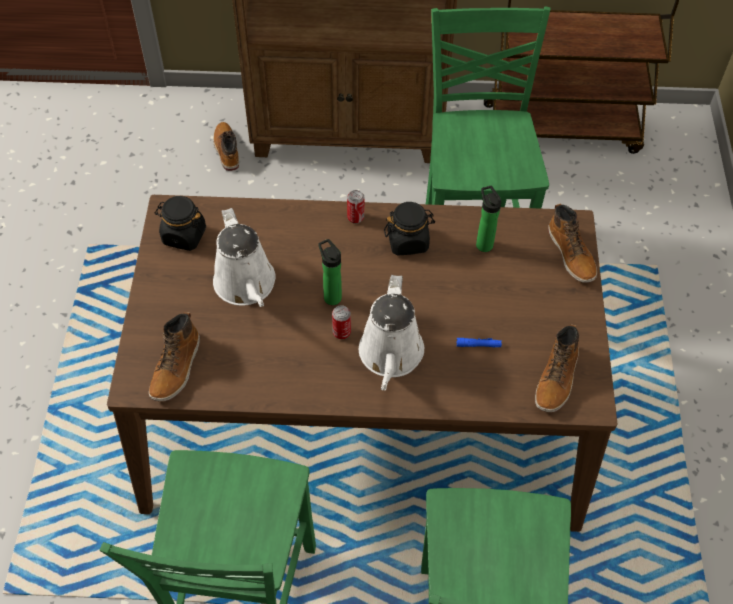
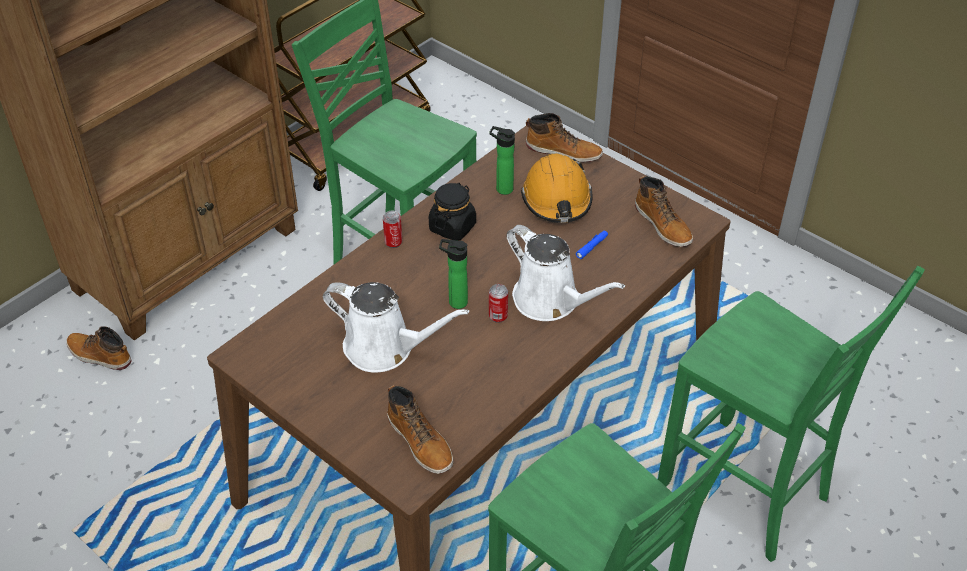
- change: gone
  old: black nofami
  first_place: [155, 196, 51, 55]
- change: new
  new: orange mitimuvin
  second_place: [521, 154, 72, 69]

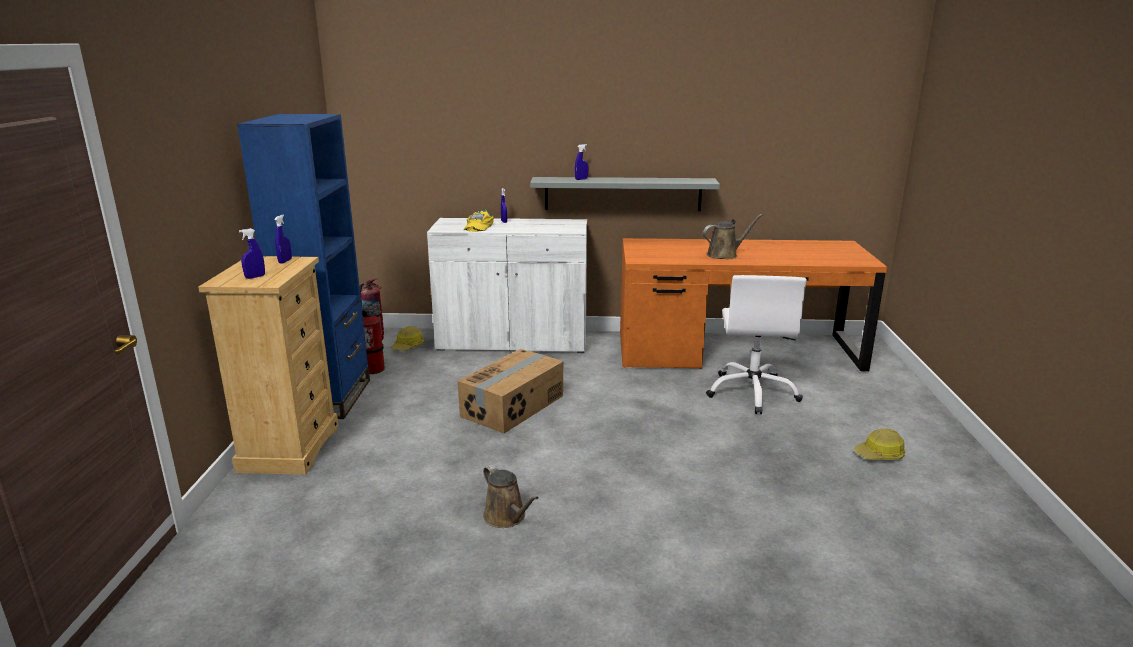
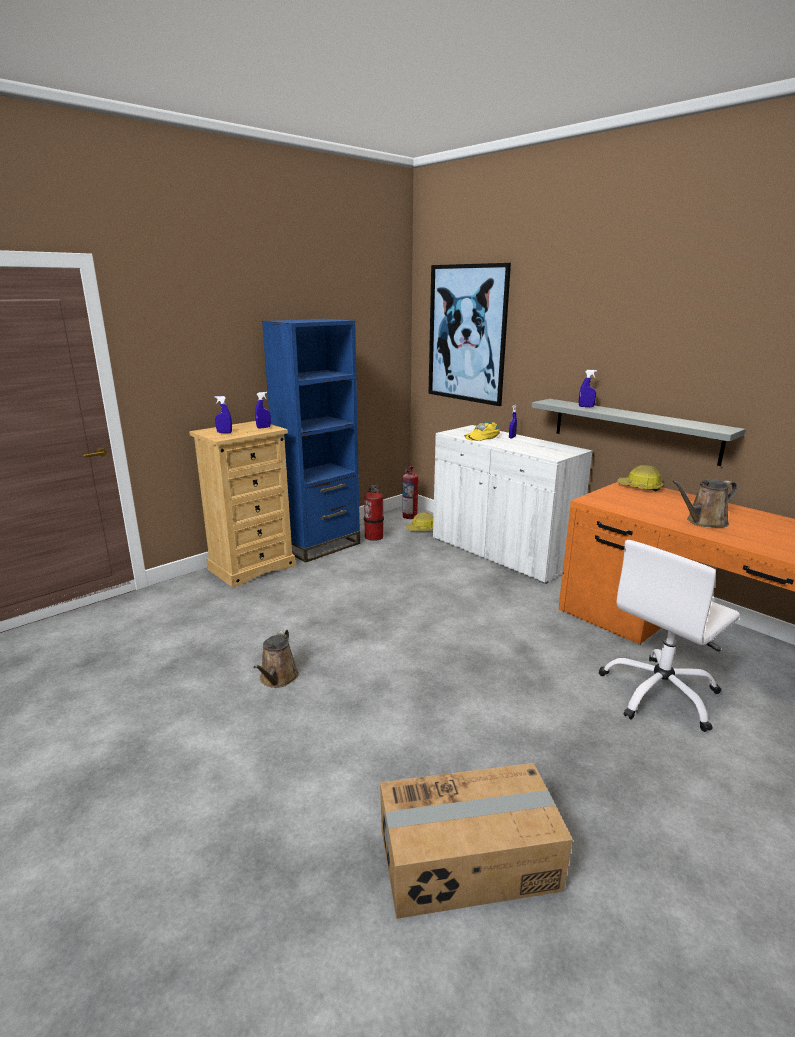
- change: new
  new: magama
  second_place: [428, 263, 83, 143]
- change: shifted
  old: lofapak
  first_place: [457, 349, 106, 85]
  second_place: [380, 763, 193, 156]
- change: shifted
  old: mitimuvin
  first_place: [854, 428, 52, 32]
  second_place: [617, 465, 46, 27]
- change: rotated
  old: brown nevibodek
  first_place: [703, 214, 60, 45]
  second_place: [672, 479, 65, 49]
  degrees: 135

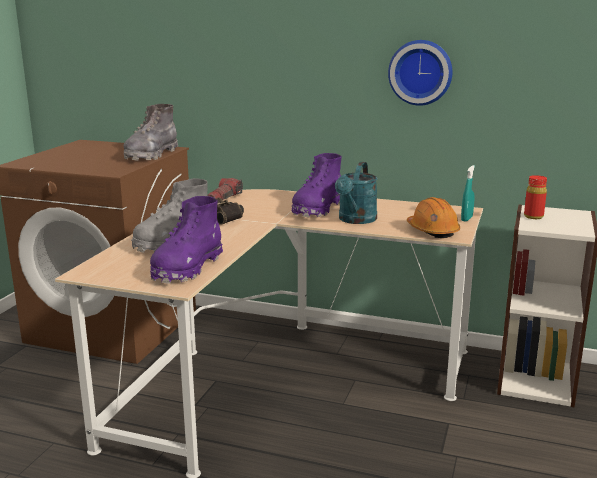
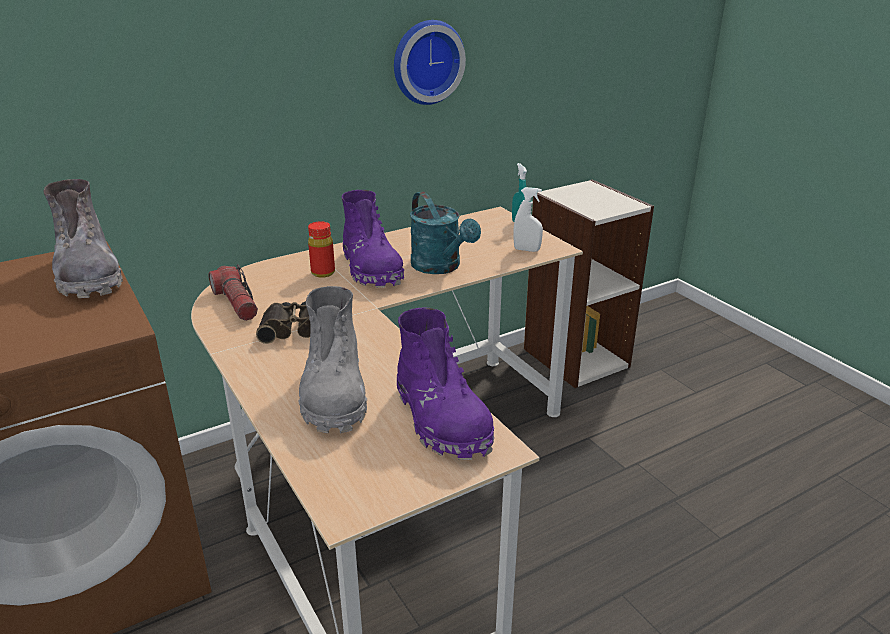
- change: shifted
  old: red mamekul
  first_place: [524, 175, 23, 44]
  second_place: [308, 221, 27, 57]
- change: swapped
  old: orange mitimuvin
  new: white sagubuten
  first_place: [407, 197, 53, 41]
  second_place: [513, 187, 30, 65]

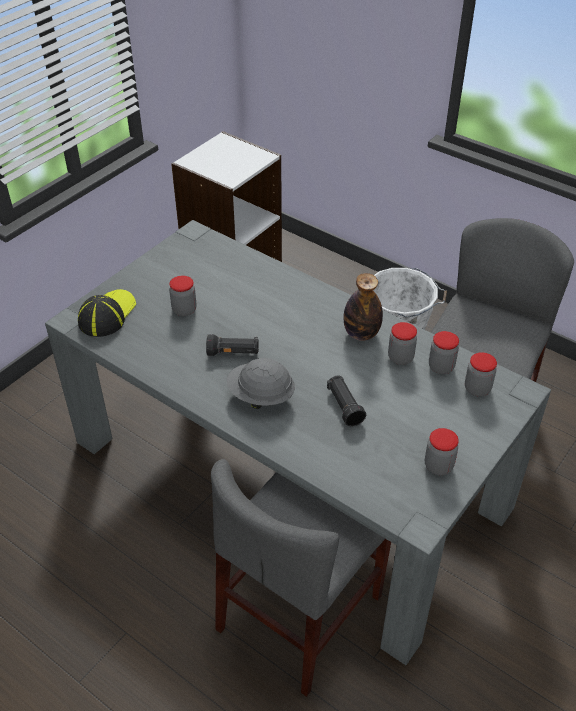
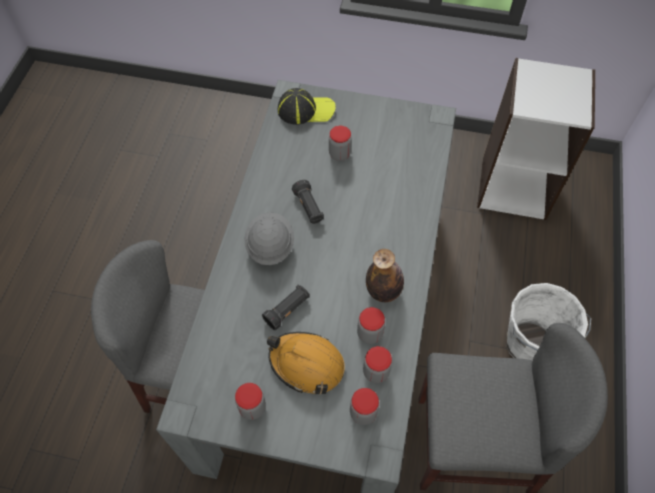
- change: new
  new: orange mitimuvin
  second_place: [267, 332, 78, 62]

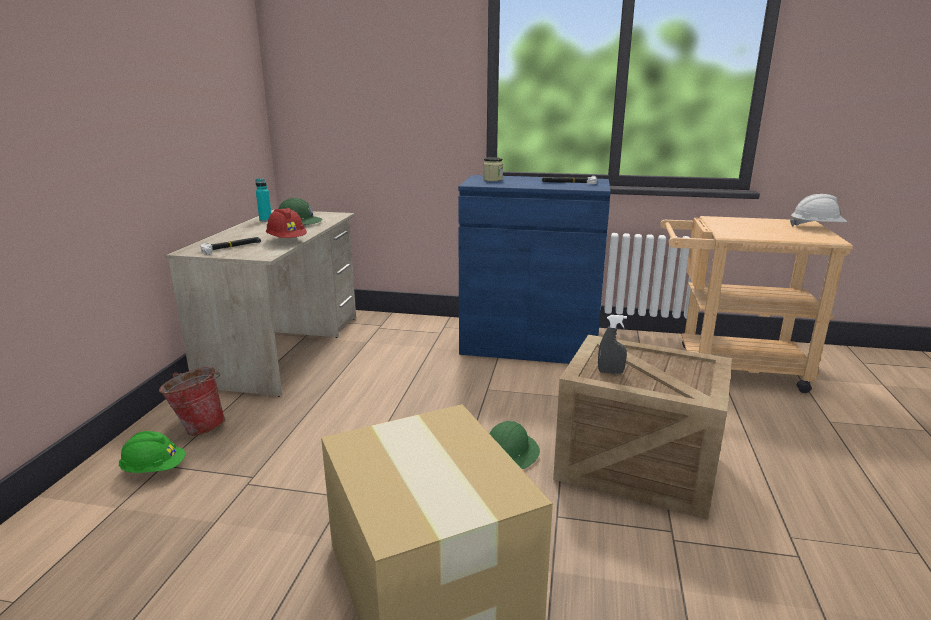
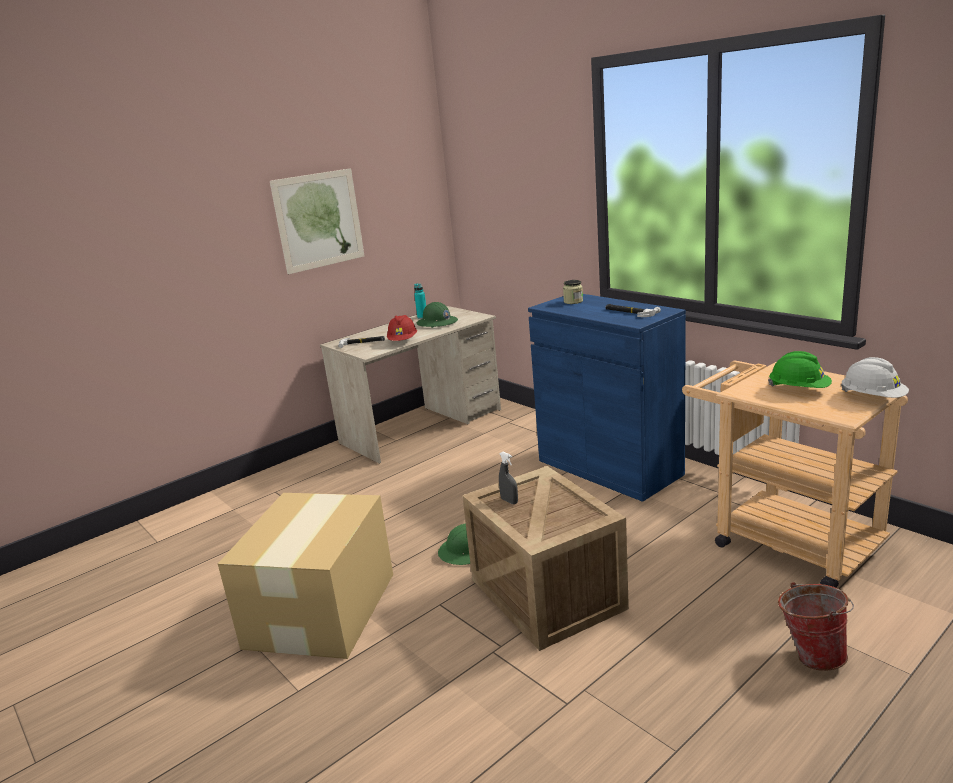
- change: new
  new: magama
  second_place: [270, 168, 95, 106]
- change: shifted
  old: green mitimuvin
  first_place: [119, 431, 66, 42]
  second_place: [768, 351, 64, 37]
- change: shifted
  old: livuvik
  first_place: [159, 367, 66, 69]
  second_place: [778, 582, 76, 89]

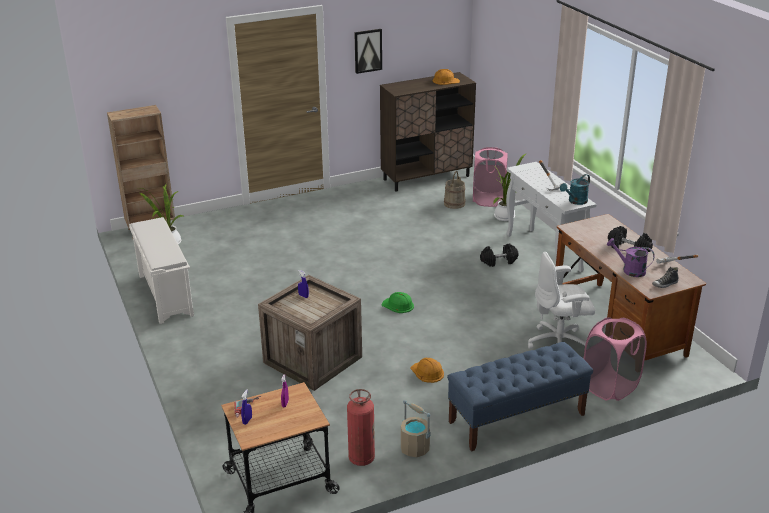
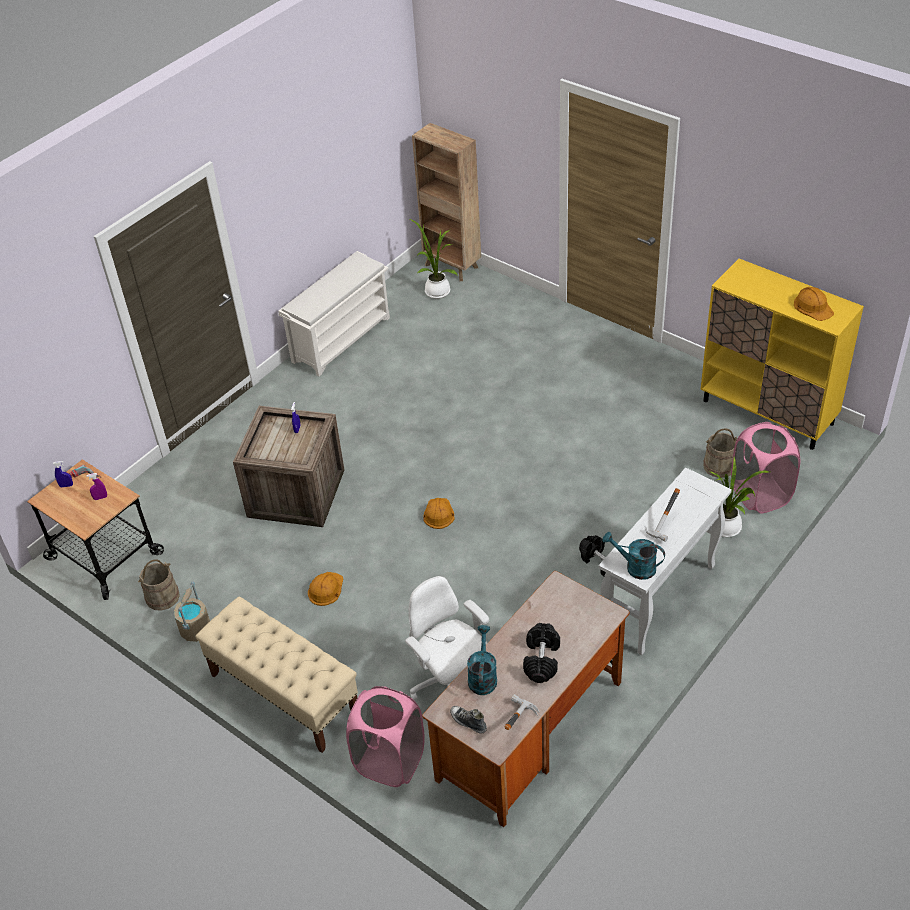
- change: gone
  old: magama
  first_place: [354, 29, 28, 45]
- change: swapped
  old: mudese
  new: beige livuvik
  first_place: [347, 389, 28, 77]
  second_place: [138, 559, 42, 52]
- change: repainted
  old: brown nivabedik
  new: yellow nivabedik
  first_place: [380, 72, 96, 120]
  second_place: [701, 259, 163, 191]
- change: repainted
  old: green mitimuvin
  new: orange mitimuvin
  first_place: [381, 292, 33, 21]
  second_place: [423, 498, 31, 31]
- change: repainted
  old: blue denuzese
  new: beige denuzese
  first_place: [447, 342, 146, 110]
  second_place: [196, 596, 162, 157]
- change: repainted
  old: purple nevibodek
  new: turquoise nevibodek
  first_place: [607, 238, 48, 39]
  second_place: [467, 625, 30, 70]

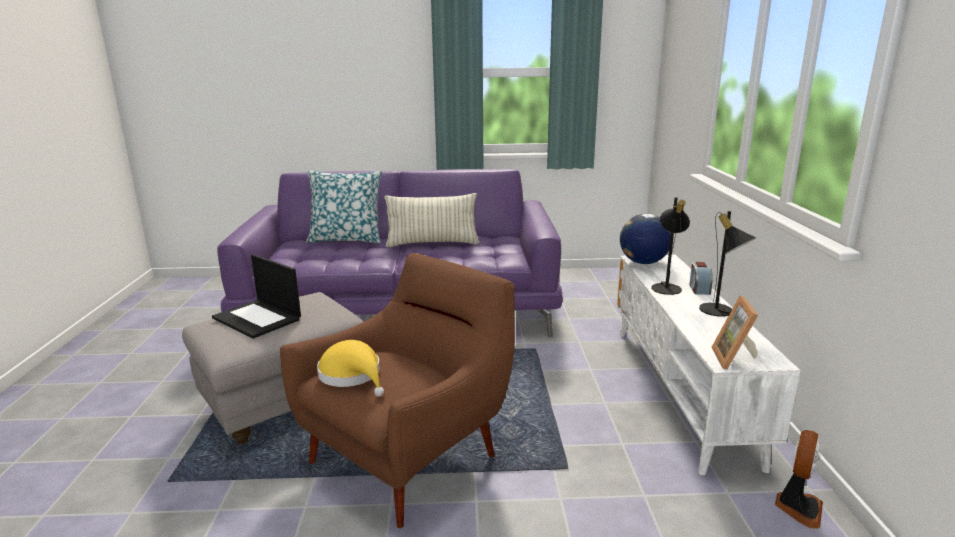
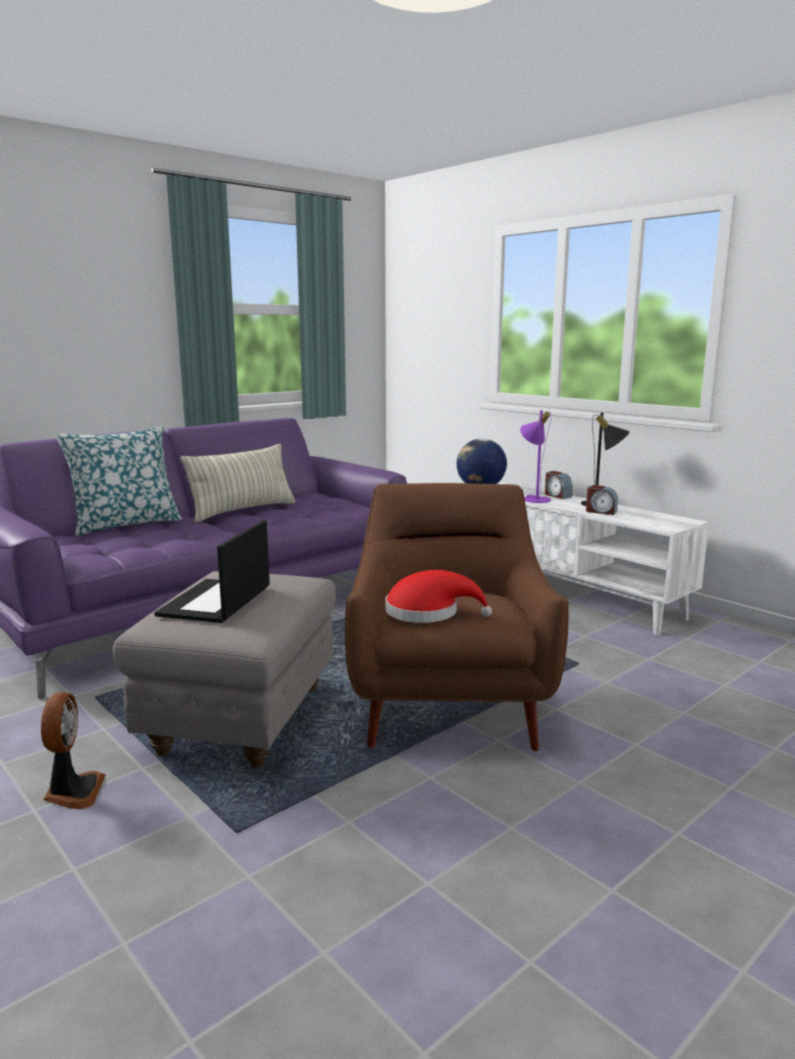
- change: gone
  old: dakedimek
  first_place: [712, 296, 46, 74]
- change: new
  new: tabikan
  second_place: [586, 485, 32, 30]
- change: shifted
  old: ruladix
  first_place: [775, 430, 48, 99]
  second_place: [41, 692, 65, 117]
- change: repainted
  old: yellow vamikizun
  new: red vamikizun
  first_place: [317, 340, 67, 57]
  second_place: [385, 570, 107, 53]
- change: repainted
  old: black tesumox
  new: purple tesumox
  first_place: [651, 197, 39, 98]
  second_place: [520, 410, 31, 93]
- change: rotated
  old: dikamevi
  first_place: [212, 254, 89, 85]
  second_place: [154, 520, 116, 103]
  degrees: 105

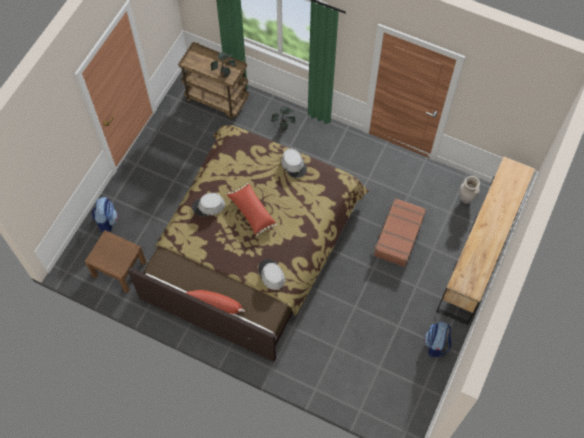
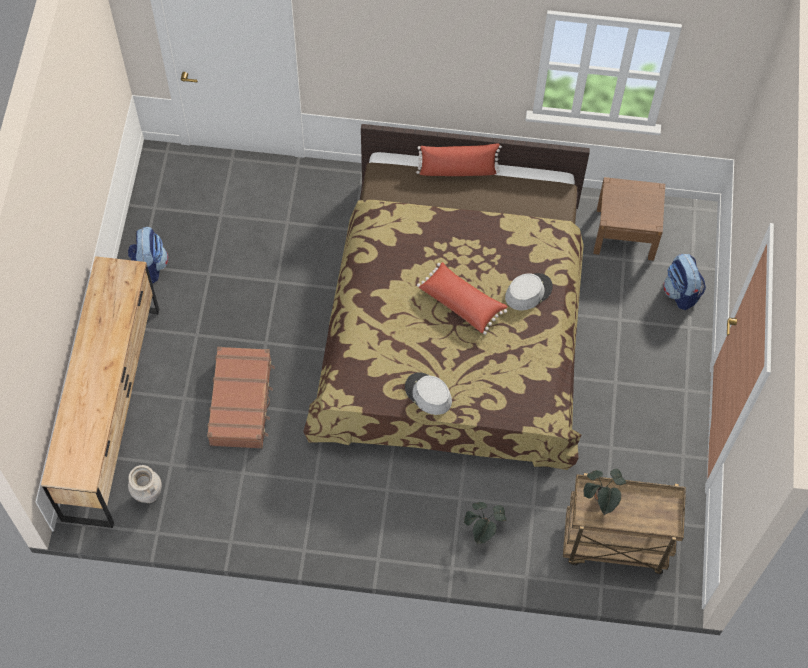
- change: gone
  old: grey vamikizun
  first_place: [258, 259, 27, 31]

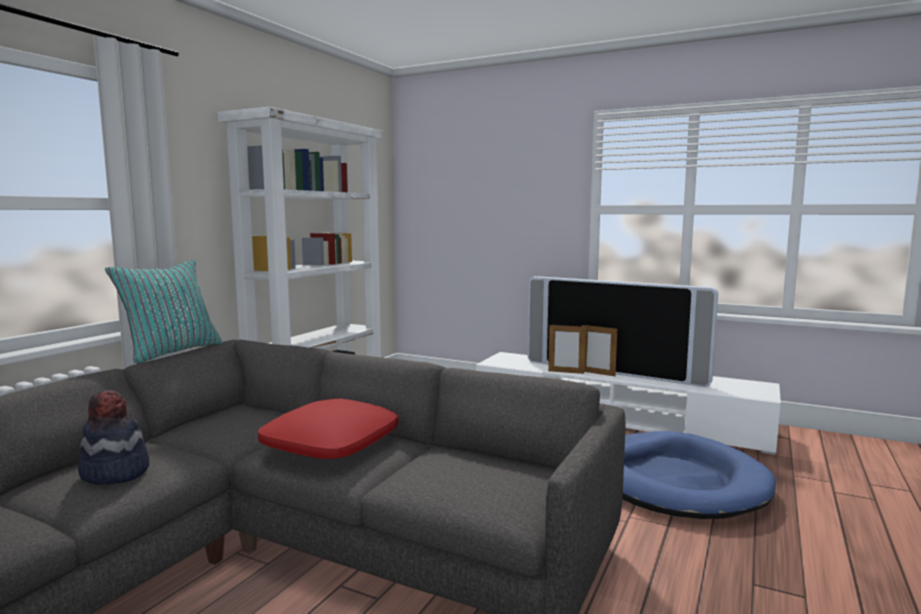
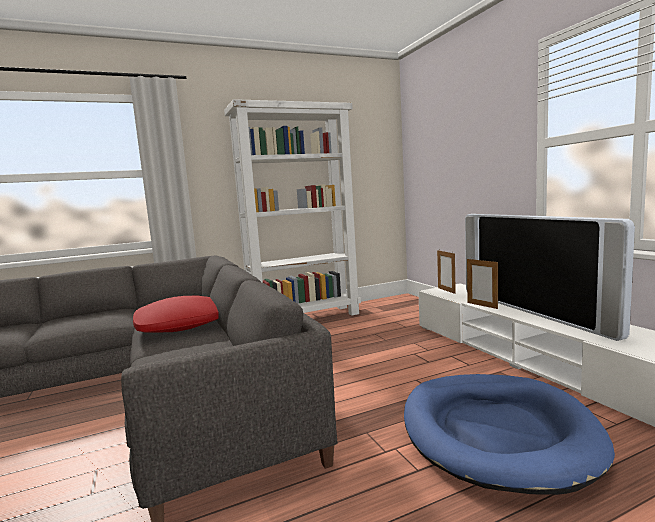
- change: gone
  old: vamikizun
  first_place: [78, 390, 71, 95]
- change: gone
  old: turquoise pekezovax
  first_place: [105, 259, 118, 105]
- change: shifted
  old: dakedimek
  first_place: [582, 325, 35, 51]
  second_place: [437, 250, 19, 44]

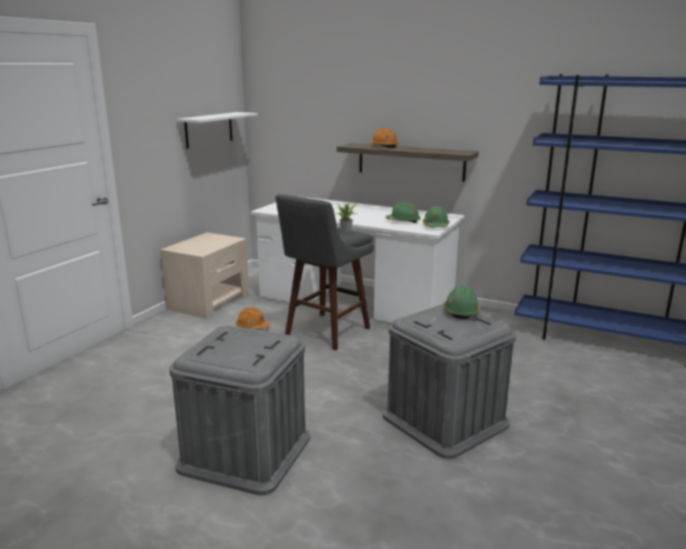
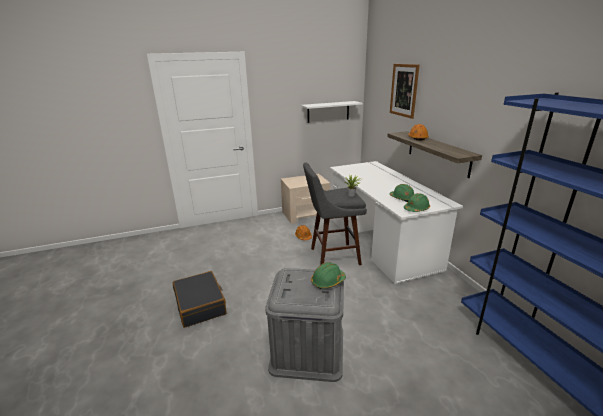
- change: new
  new: magama
  second_place: [390, 64, 29, 55]
- change: swapped
  old: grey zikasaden
  new: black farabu
  first_place: [169, 325, 141, 171]
  second_place: [173, 271, 53, 57]

